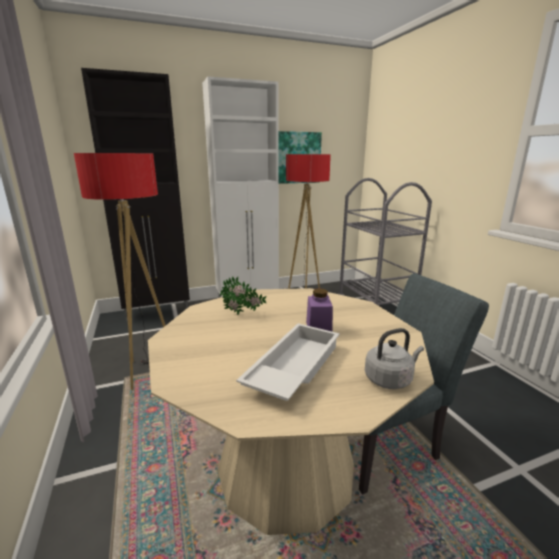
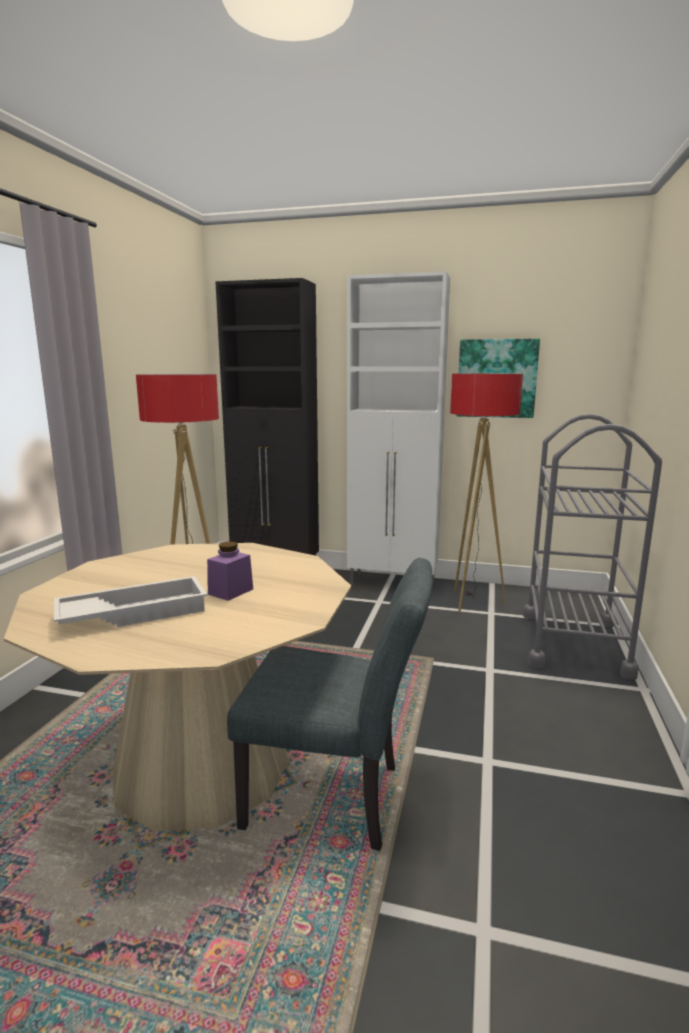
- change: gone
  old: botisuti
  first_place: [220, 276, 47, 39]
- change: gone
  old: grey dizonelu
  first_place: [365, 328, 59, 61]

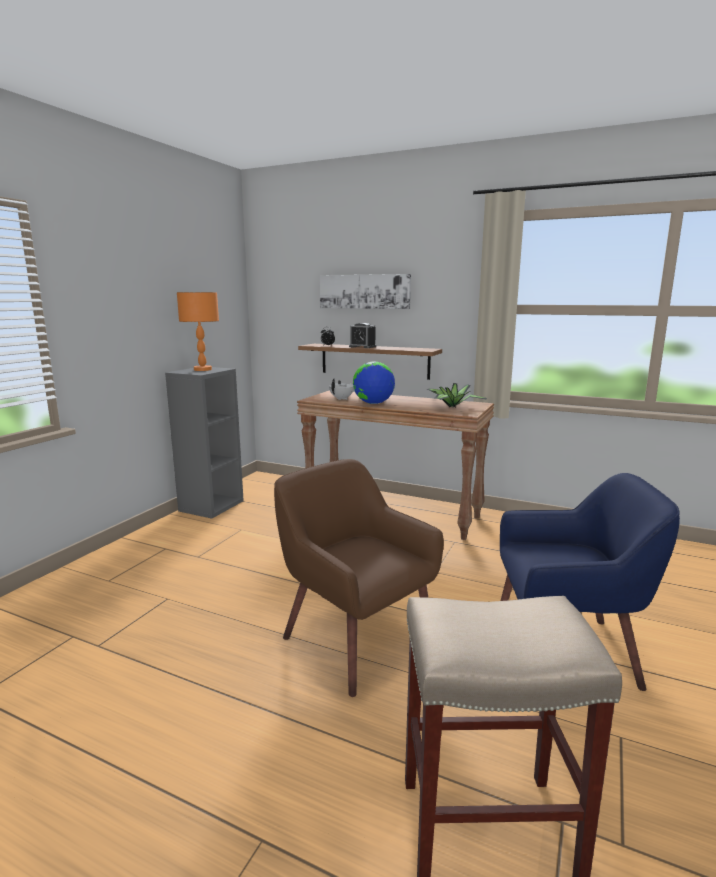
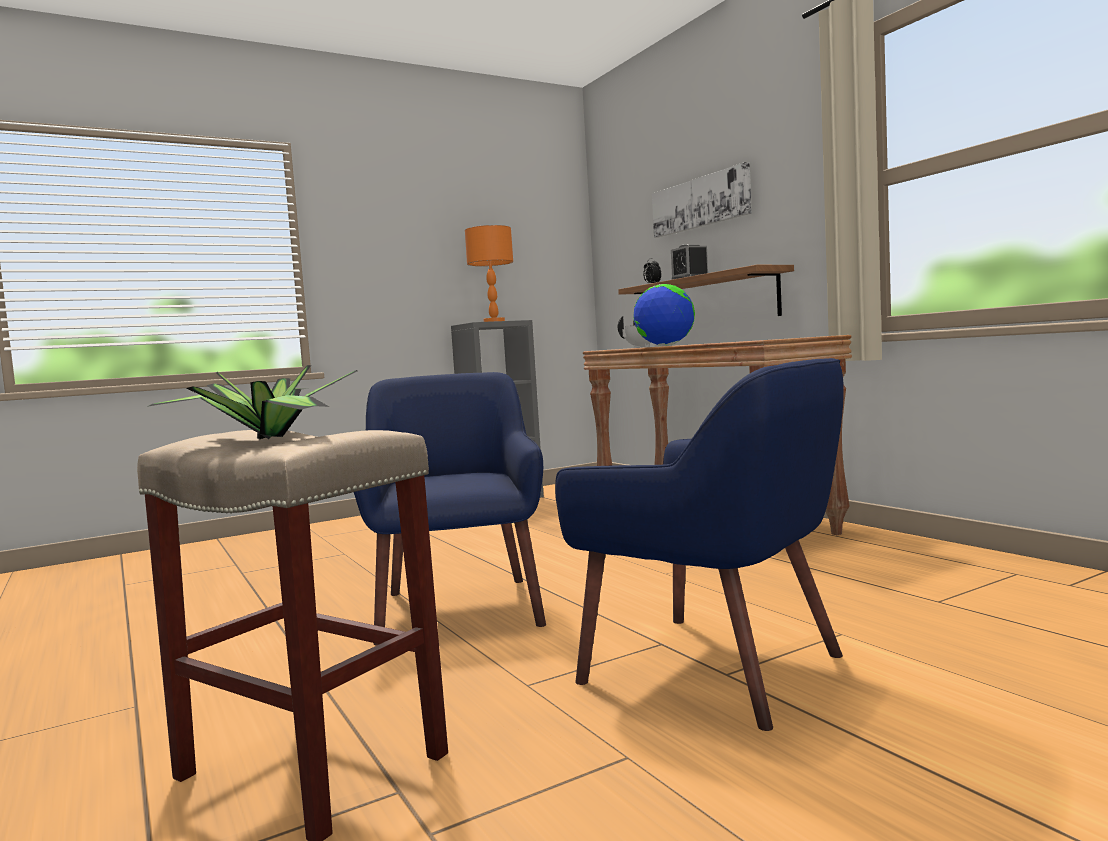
- change: shifted
  old: botisuti
  first_place: [426, 383, 61, 24]
  second_place: [147, 365, 210, 74]
- change: repainted
  old: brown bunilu
  new: blue bunilu
  first_place: [274, 459, 170, 238]
  second_place: [354, 372, 192, 273]

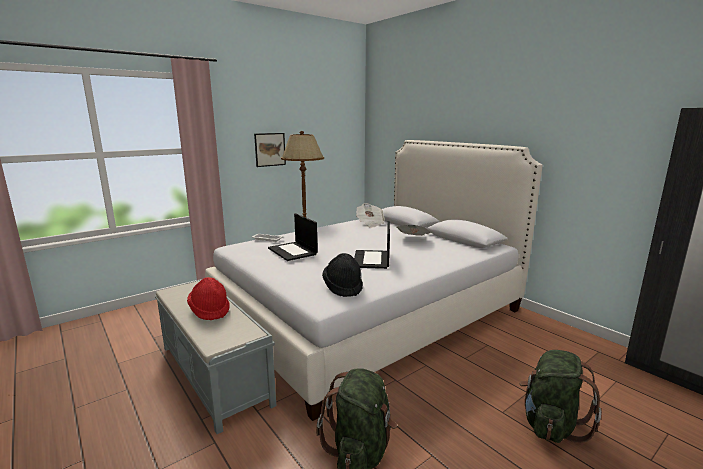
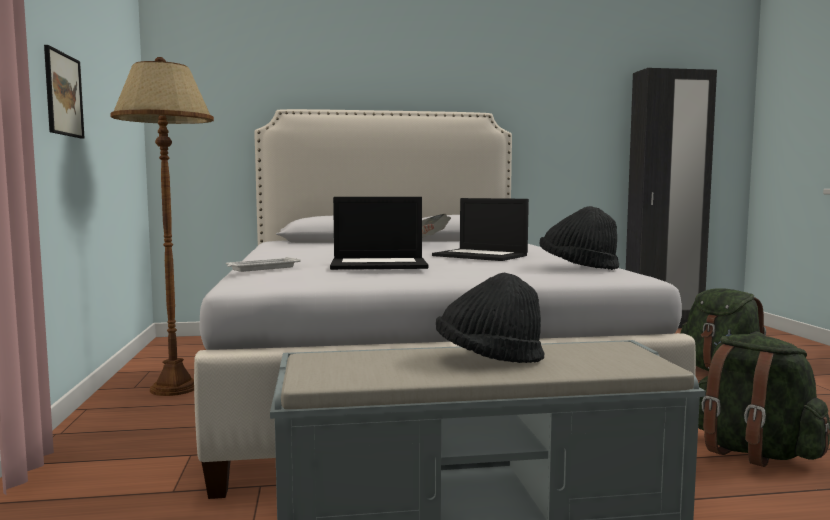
- change: gone
  old: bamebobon
  first_place: [356, 203, 28, 25]
- change: repainted
  old: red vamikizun
  new: black vamikizun
  first_place: [187, 277, 43, 43]
  second_place: [436, 273, 109, 90]

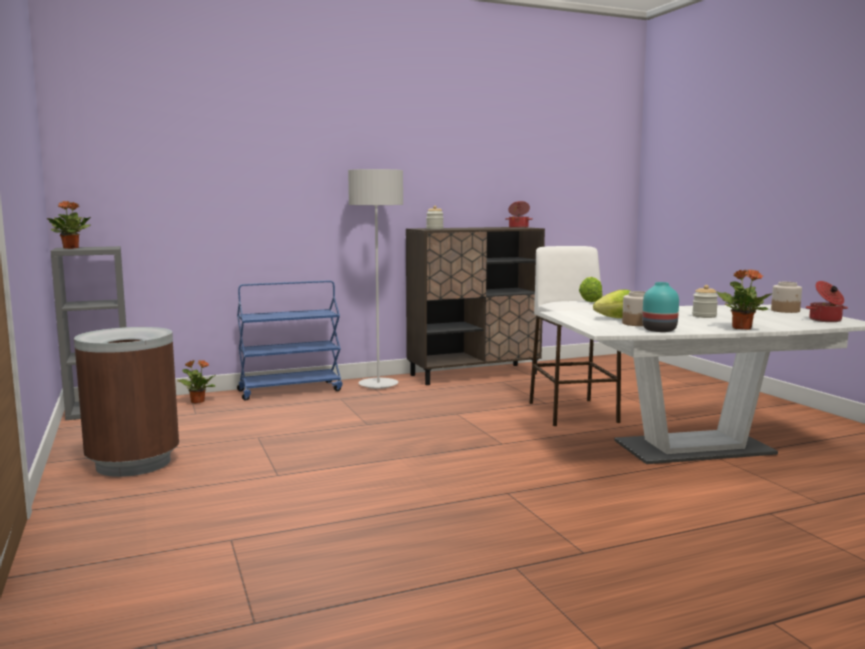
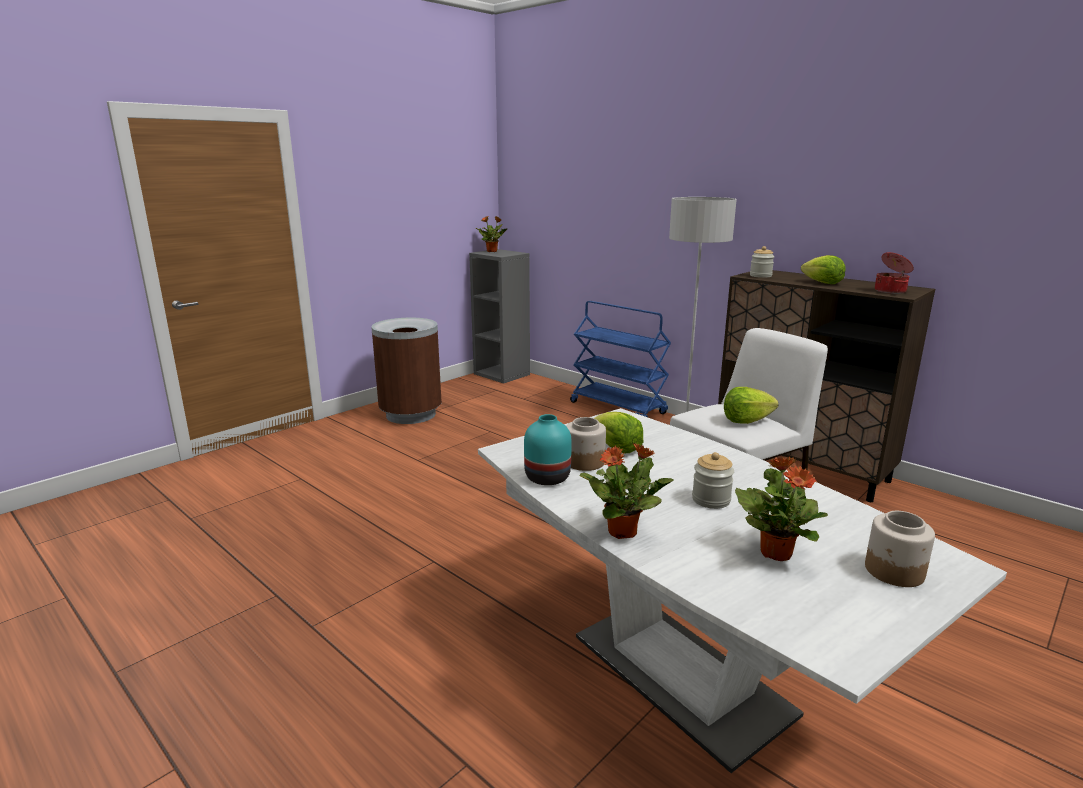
- change: gone
  old: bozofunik
  first_place: [806, 281, 42, 41]
- change: new
  new: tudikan
  second_place: [801, 255, 45, 29]
- change: shifted
  old: botisuti
  first_place: [177, 360, 38, 44]
  second_place: [735, 457, 93, 104]

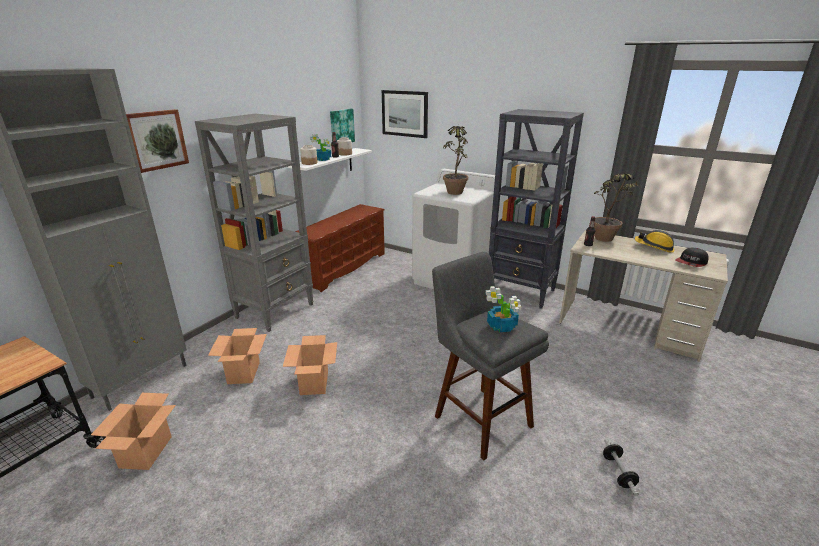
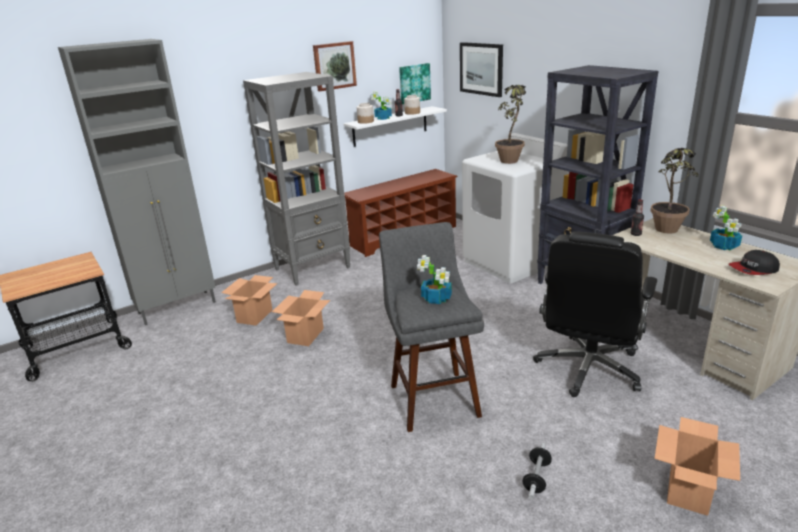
- change: new
  new: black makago
  second_place: [533, 231, 124, 166]
- change: shifted
  old: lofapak
  first_place: [91, 393, 85, 77]
  second_place: [654, 417, 86, 99]
- change: shifted
  old: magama
  first_place: [126, 109, 63, 64]
  second_place: [313, 41, 44, 50]
- change: swapped
  old: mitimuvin
  new: botisuti
  first_place: [635, 230, 39, 23]
  second_place: [710, 205, 32, 45]

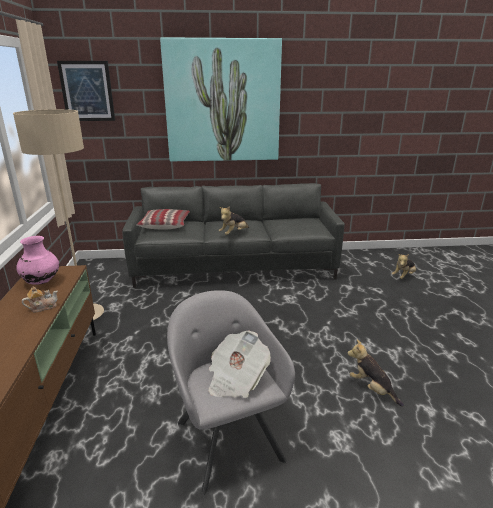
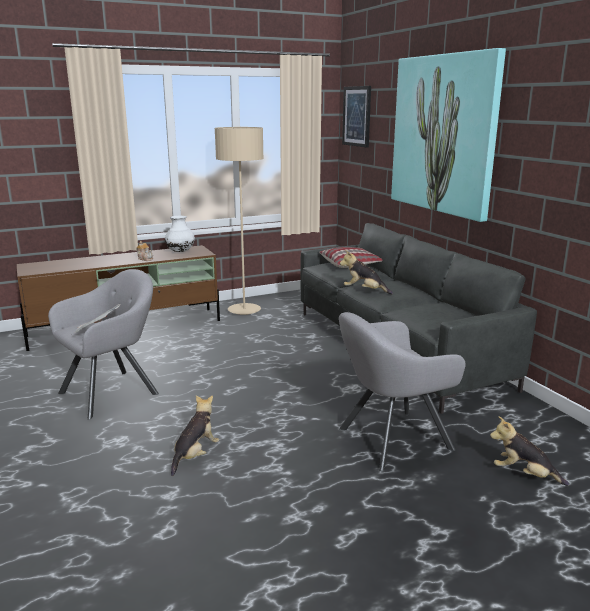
- change: new
  new: grey bunilu
  second_place: [339, 312, 127, 159]
- change: repainted
  old: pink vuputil
  new: white vuputil
  first_place: [16, 236, 43, 49]
  second_place: [165, 216, 30, 36]

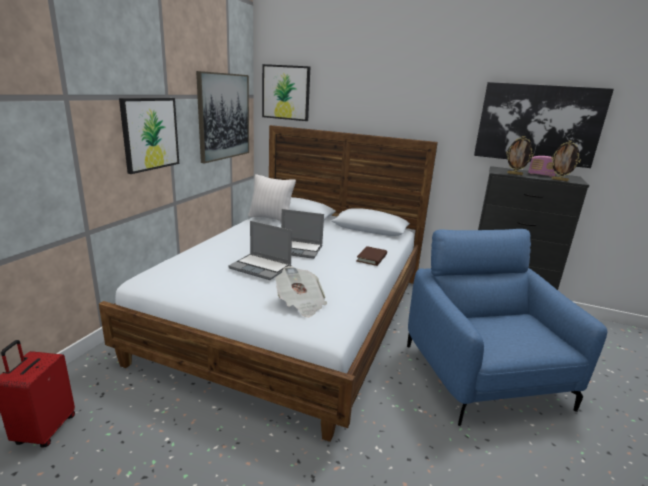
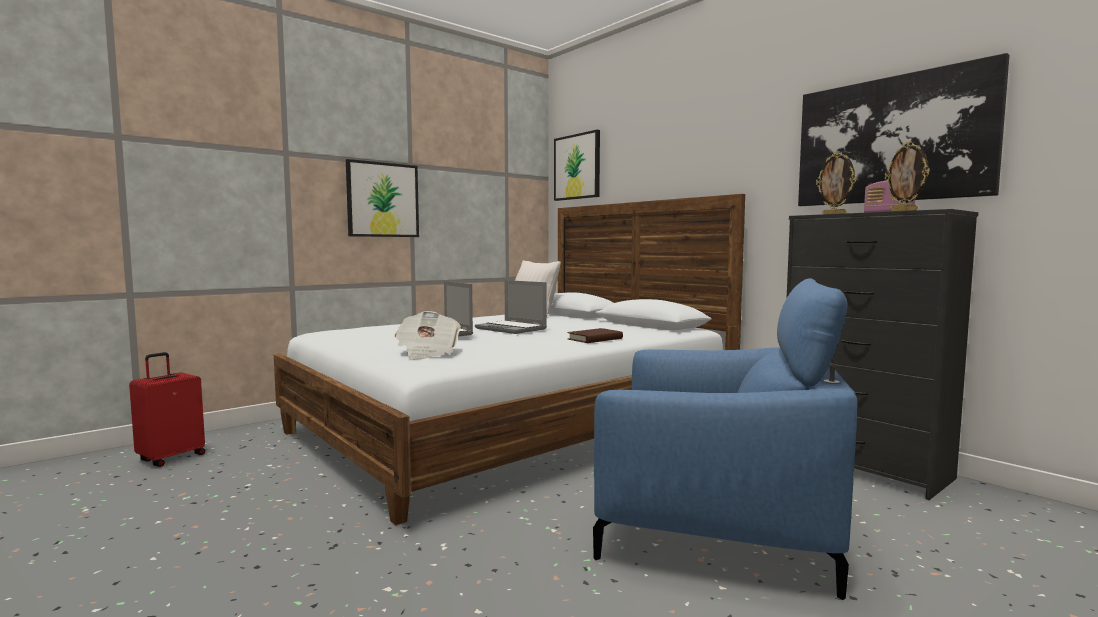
- change: gone
  old: magama
  first_place: [196, 71, 53, 93]
- change: rotated
  old: blue bunilu
  first_place: [407, 229, 201, 197]
  second_place: [593, 278, 264, 322]
  degrees: 90

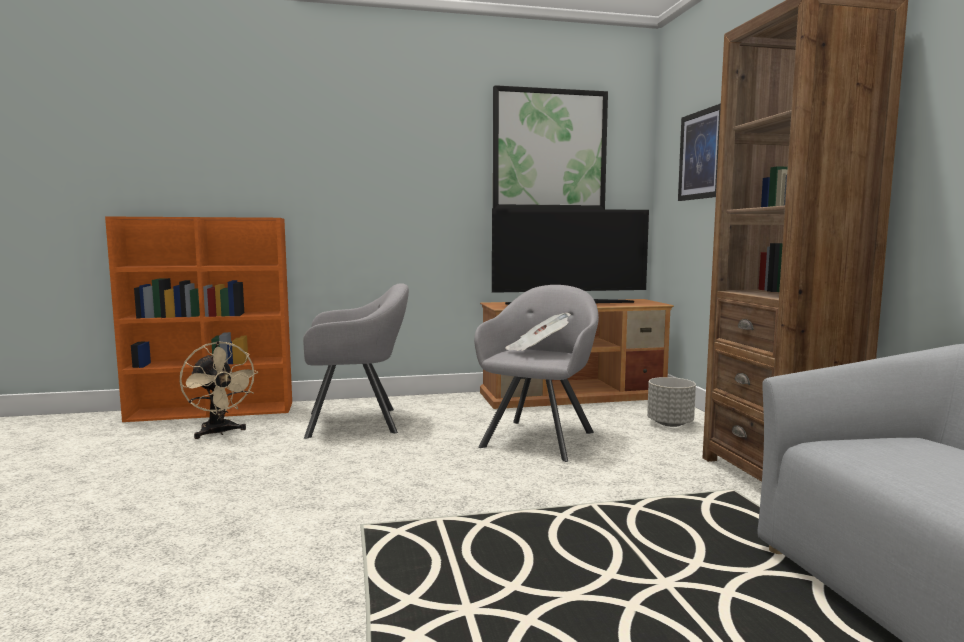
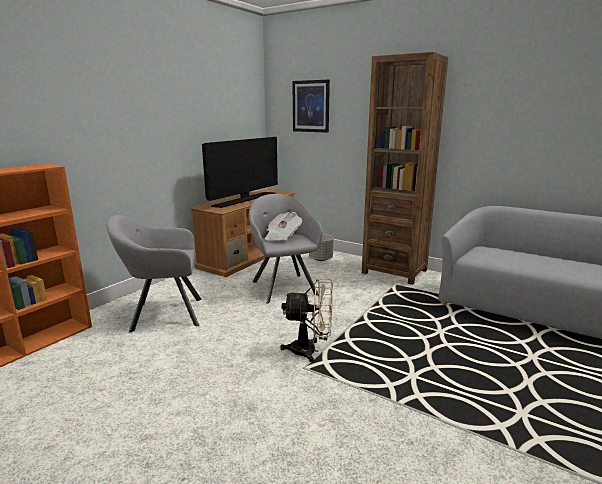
- change: gone
  old: magama
  first_place: [493, 85, 115, 124]
- change: shifted
  old: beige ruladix
  first_place: [180, 341, 79, 98]
  second_place: [280, 278, 53, 84]
- change: rotated
  old: grey bunilu
  first_place: [303, 283, 106, 156]
  second_place: [107, 215, 94, 118]
  degrees: -135

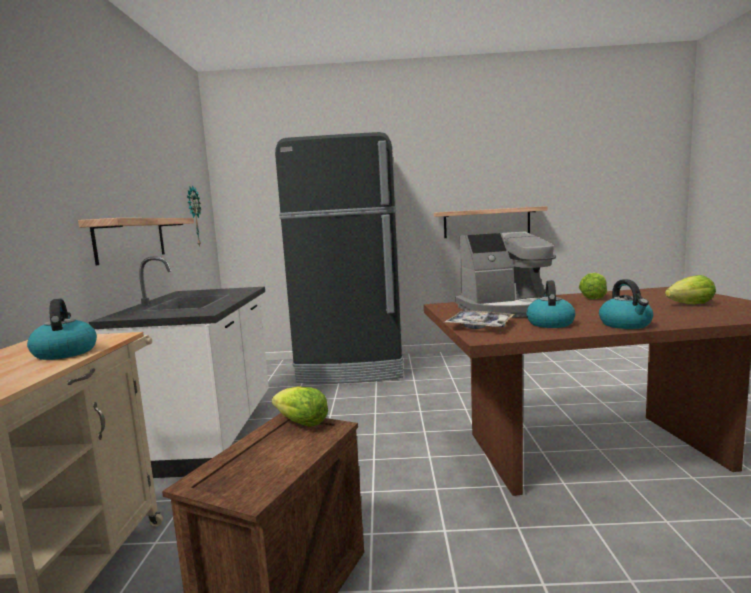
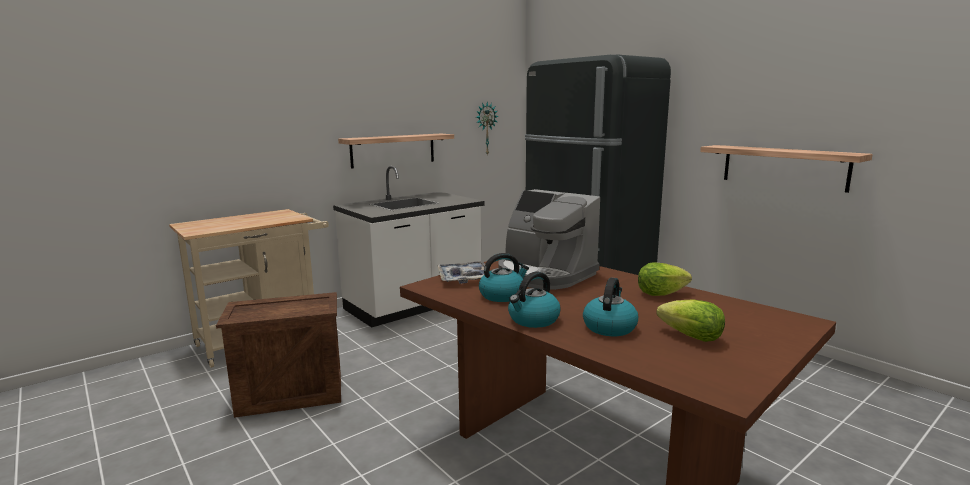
- change: gone
  old: tudikan
  first_place: [272, 386, 56, 41]
- change: shifted
  old: dizonelu
  first_place: [27, 299, 70, 61]
  second_place: [583, 277, 55, 59]

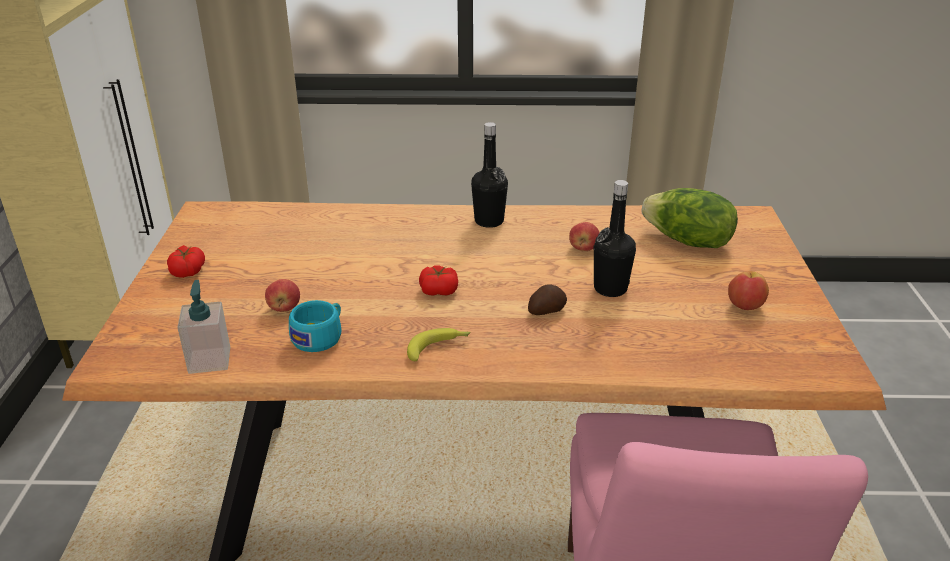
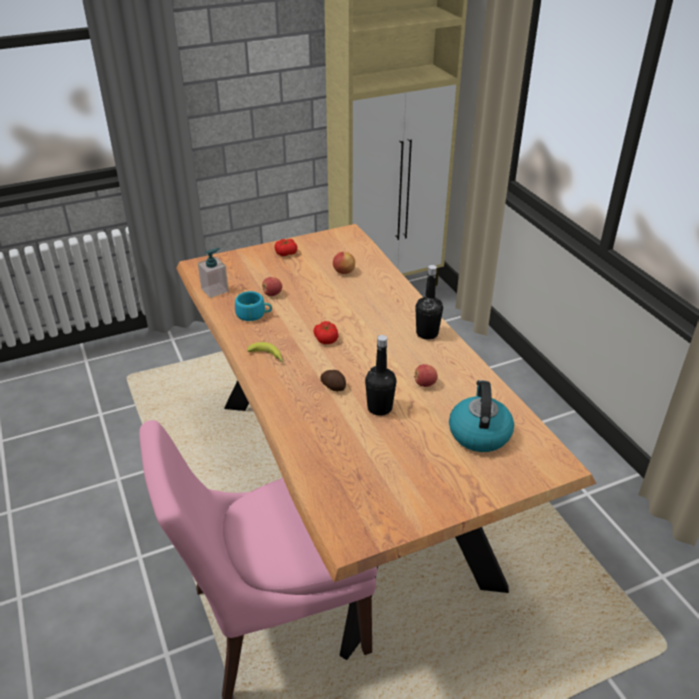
- change: shifted
  old: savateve
  first_place: [728, 271, 41, 39]
  second_place: [333, 252, 22, 22]
- change: swapped
  old: tudikan
  new: dizonelu
  first_place: [642, 188, 96, 60]
  second_place: [449, 380, 65, 72]

